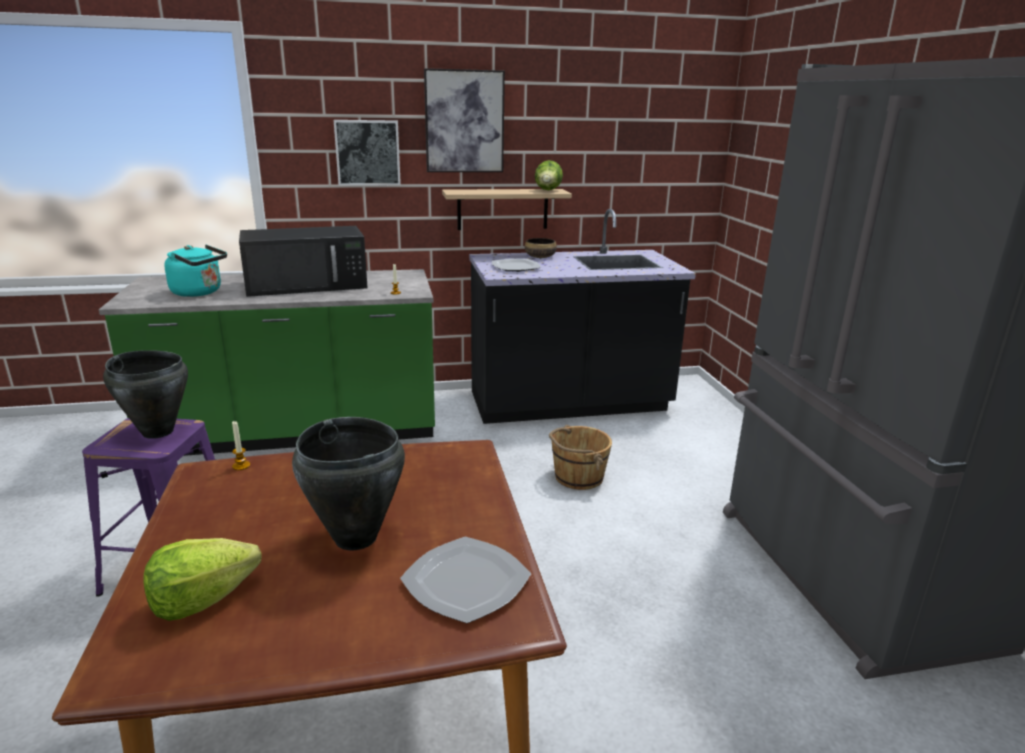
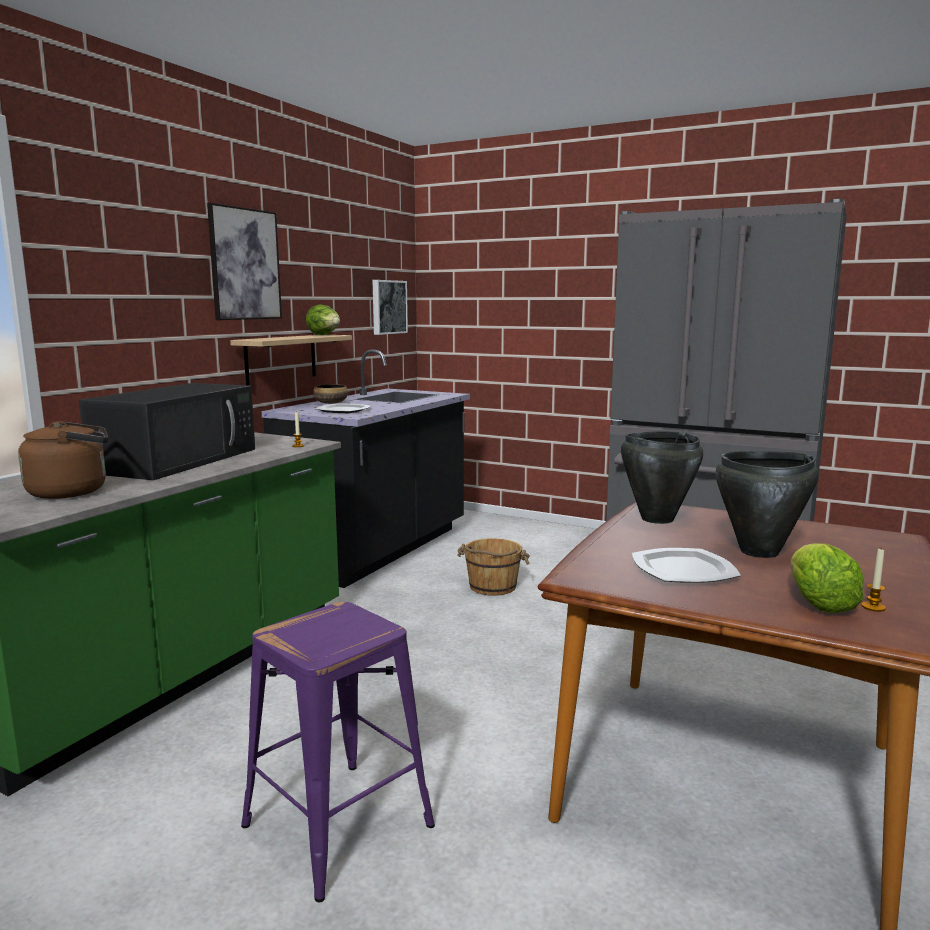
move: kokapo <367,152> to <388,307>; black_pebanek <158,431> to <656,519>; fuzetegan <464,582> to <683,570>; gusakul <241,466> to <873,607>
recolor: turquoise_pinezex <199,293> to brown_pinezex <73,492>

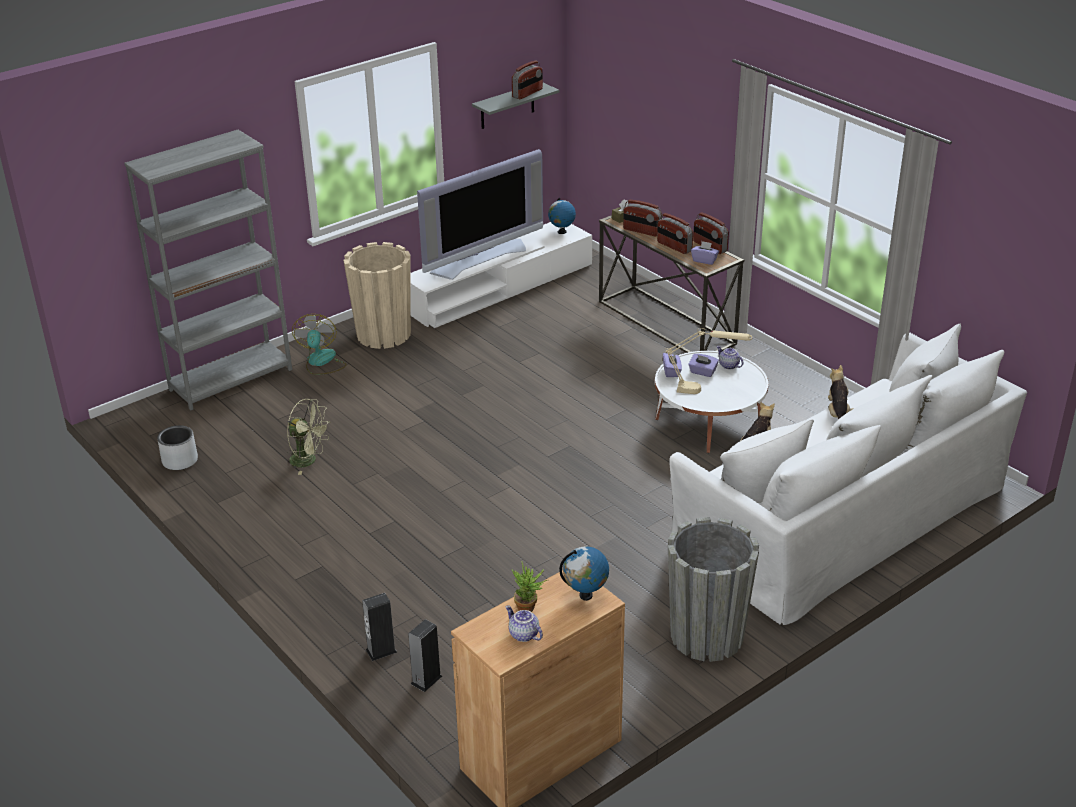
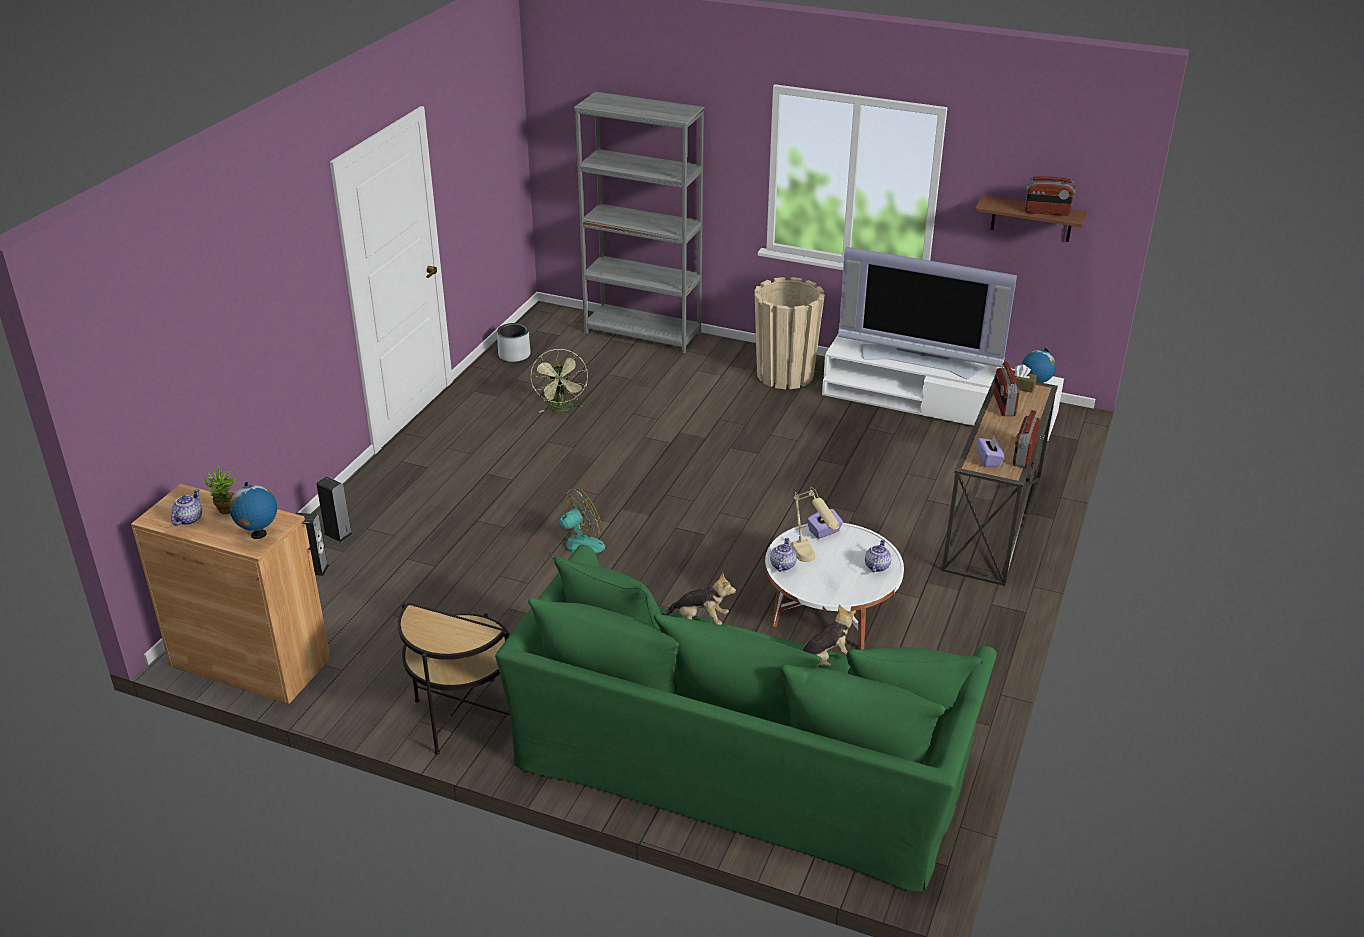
delete: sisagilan <674,247>; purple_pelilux <702,372>
insert: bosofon <782,565>
move: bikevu <321,362> to <576,549>
replace: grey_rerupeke <706,636> to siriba <465,715>
recolor: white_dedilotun <840,514> to green_dedilotun <742,757>; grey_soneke <507,106> to brown_soneke <1031,219>

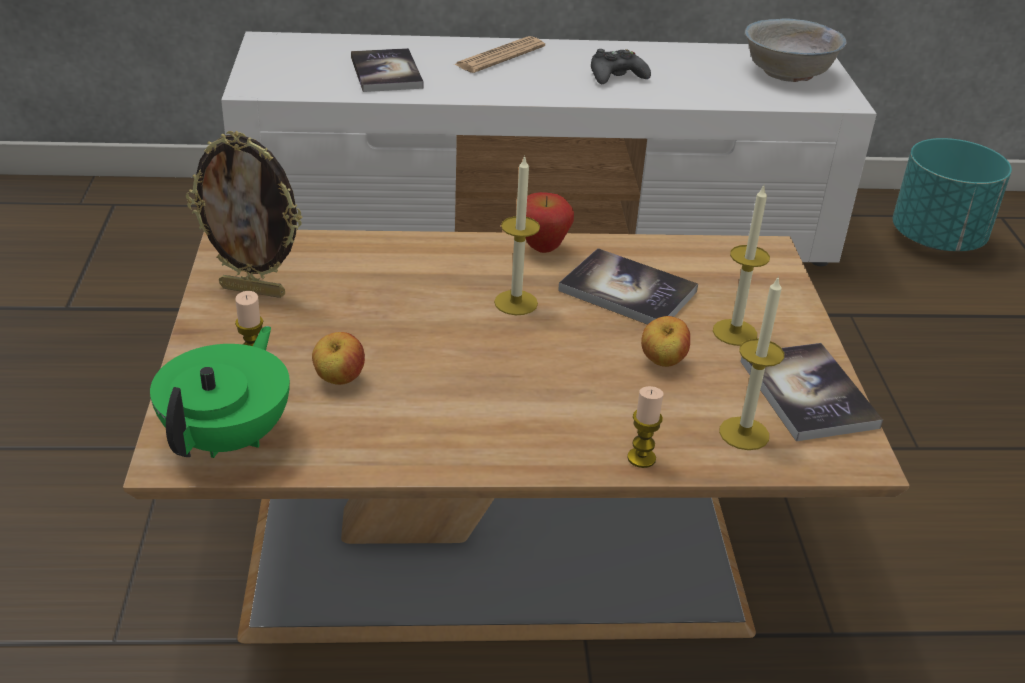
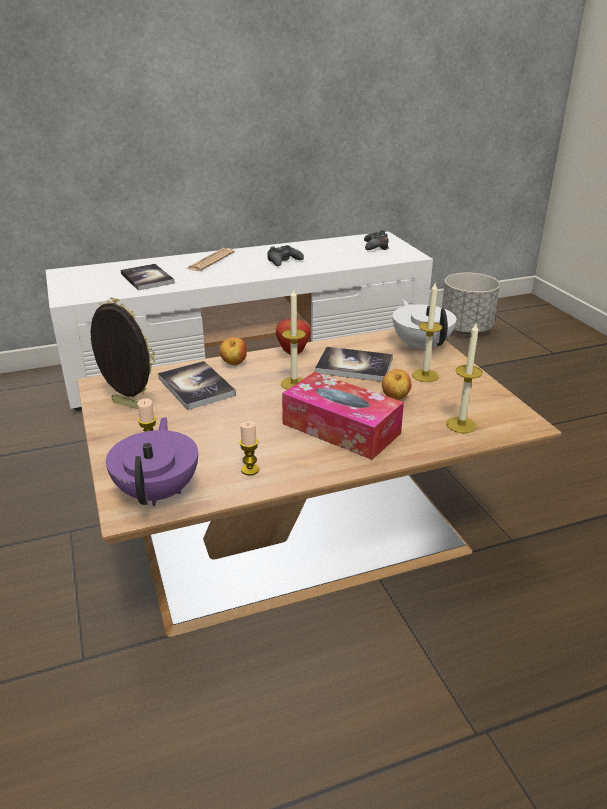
insert: pelilux <341,428>; white_bosofon <421,346>
move: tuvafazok <808,394> to <196,387>; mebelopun <339,380> to <233,364>; gusakul <641,458> to <250,470>
replace: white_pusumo <788,73> to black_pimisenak <376,246>
recolor: green_bosofon <229,437> to purple_bosofon <158,491>; turquoise_rerupeke <937,239> to grey_rerupeke <466,329>
rotate: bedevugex <254,290> = <129,407> 150 degrees counterclockwise

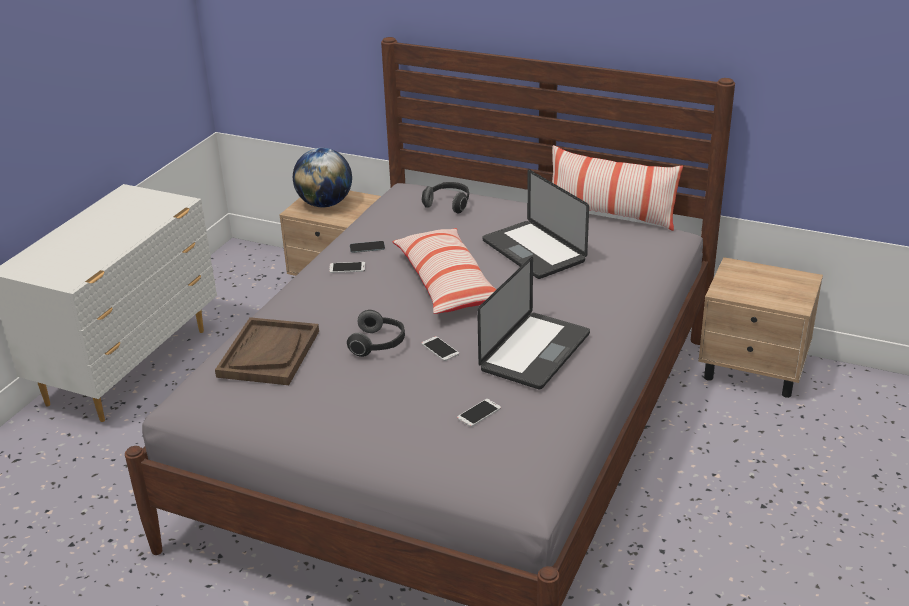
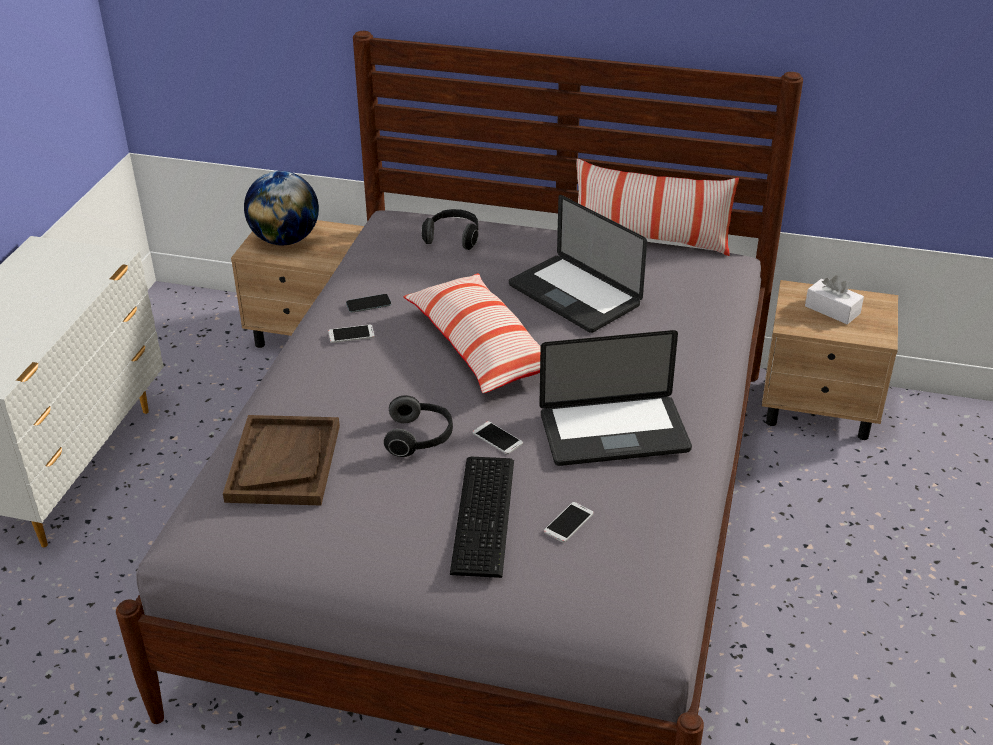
insert: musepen <486,514>; white_pelilux <832,310>
rotate: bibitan <535,352> = <614,433> 60 degrees clockwise

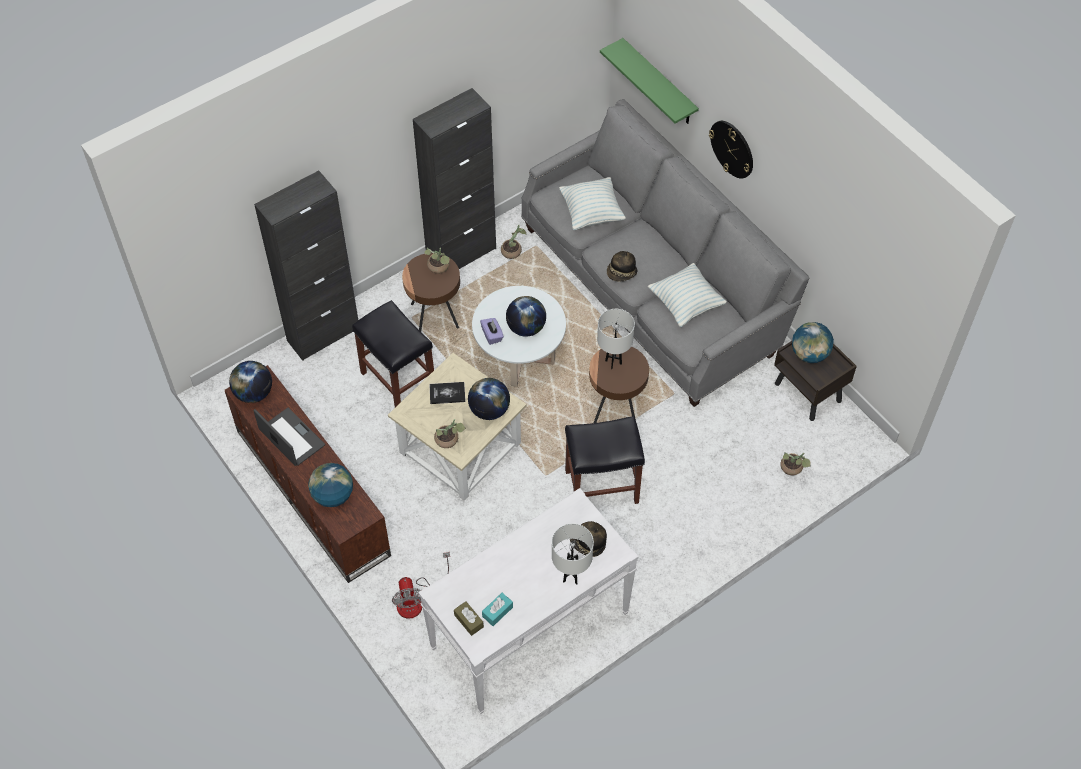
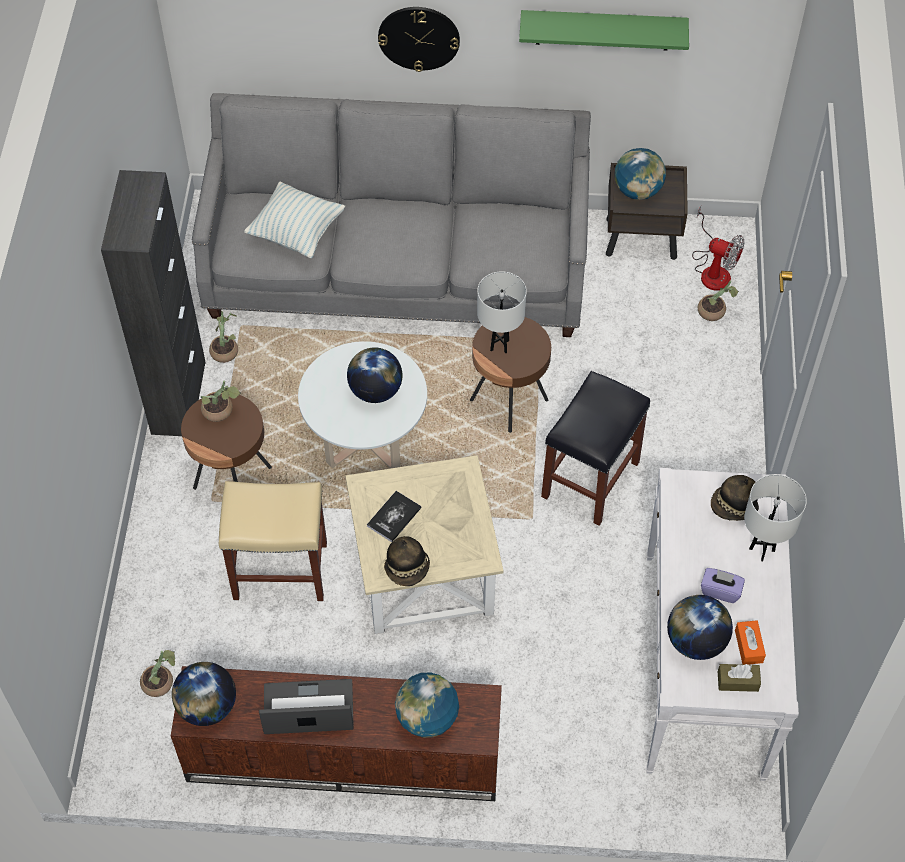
delete: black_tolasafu <323,334>; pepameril <685,304>
move: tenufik <449,440> to <161,682>; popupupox <621,273> to <408,568>; green_soneke <659,83> to <603,30>; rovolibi <489,410> to <695,641>; bikevu <416,599> to <712,270>; purple_pelilux <492,335> to <720,590>
recolor: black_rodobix <397,380> to beige_rodobix <279,571>; turquoise_pelilux <497,612> to orange_pelilux <748,646>

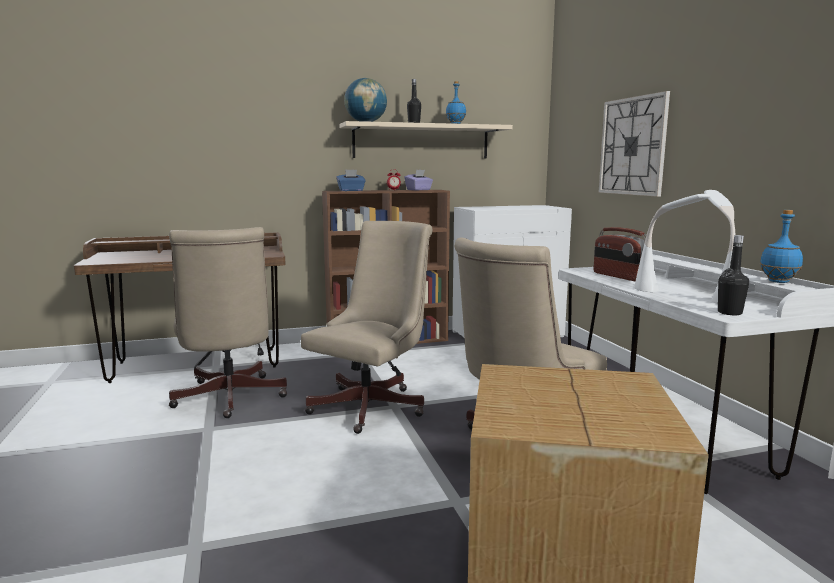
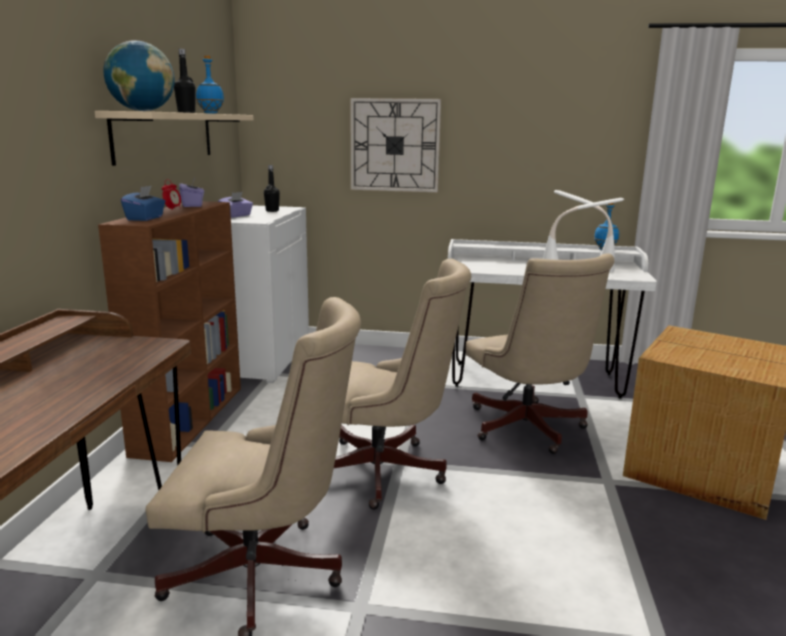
delete: sisagilan <619,276>
insert: purple_pelilux <236,215>
move: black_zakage <729,313> to <272,211>
rotate: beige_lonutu <373,405> = <386,473> 135 degrees clockwise

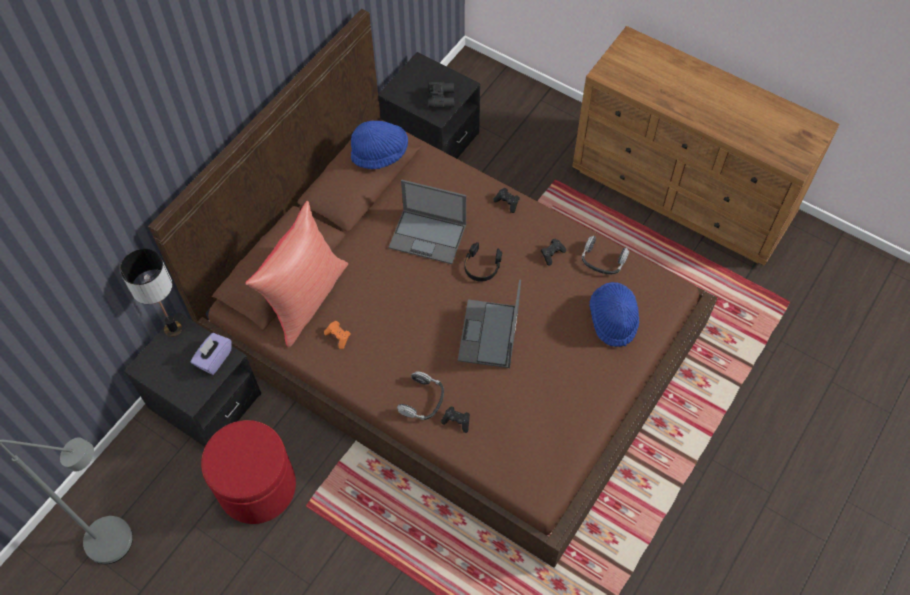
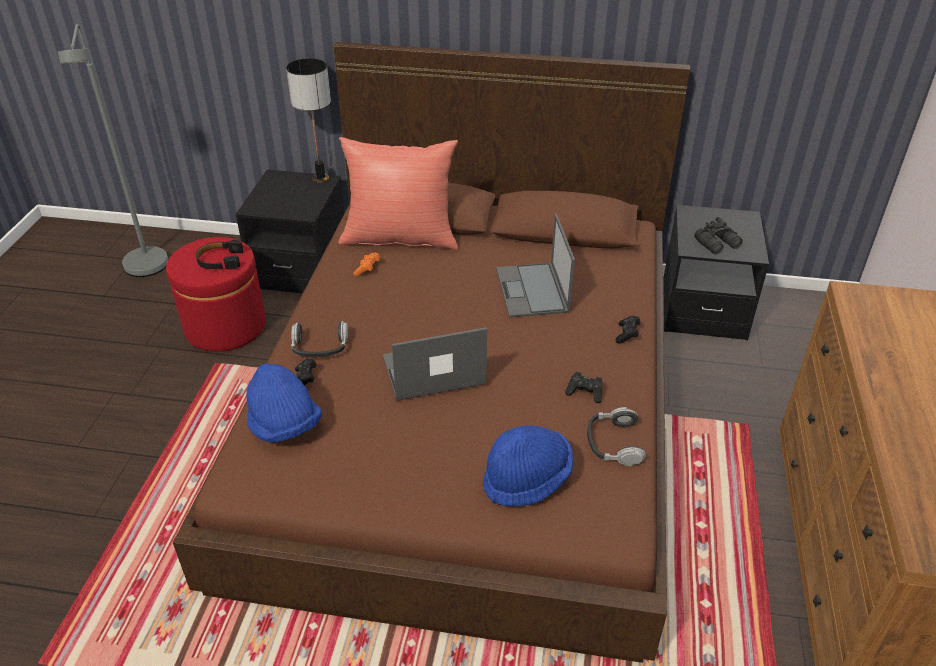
delete: purple_pelilux <214,359>
move: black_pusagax <482,266> to <220,261>; blue_popupupox <380,154> to <284,426>

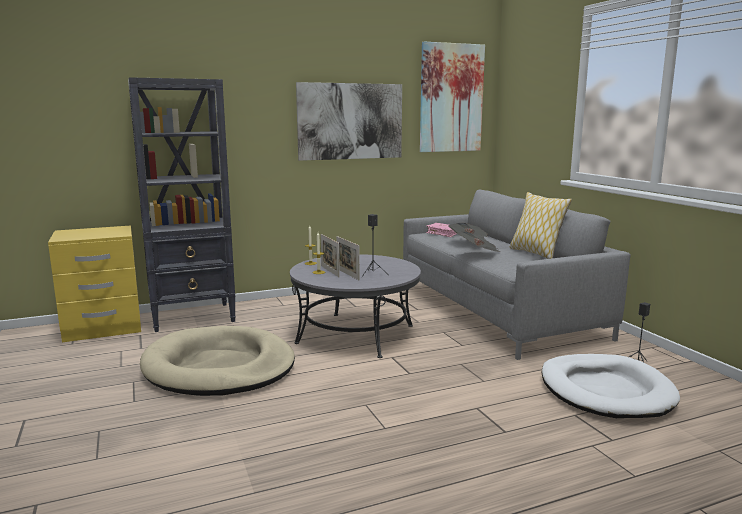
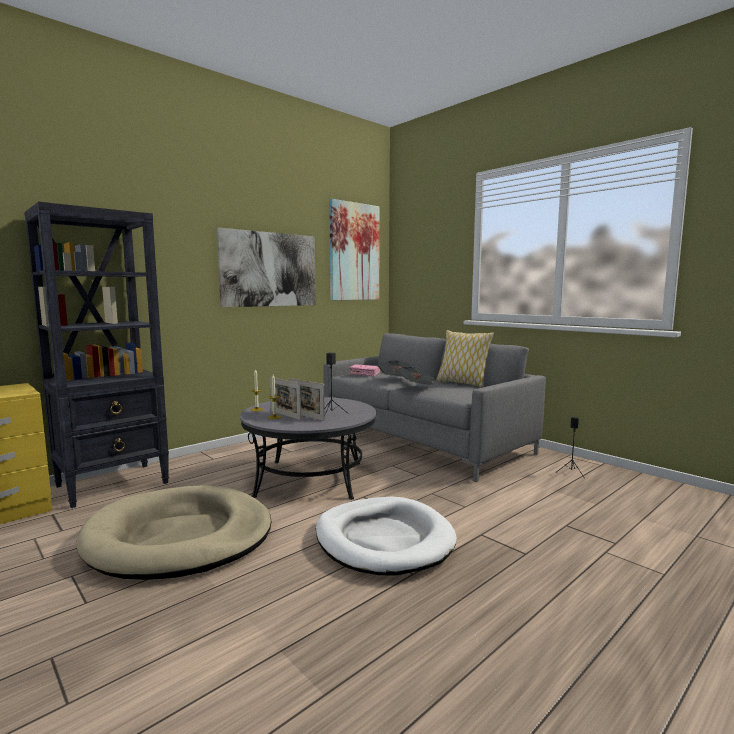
move: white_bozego <605,390> to <383,540>

